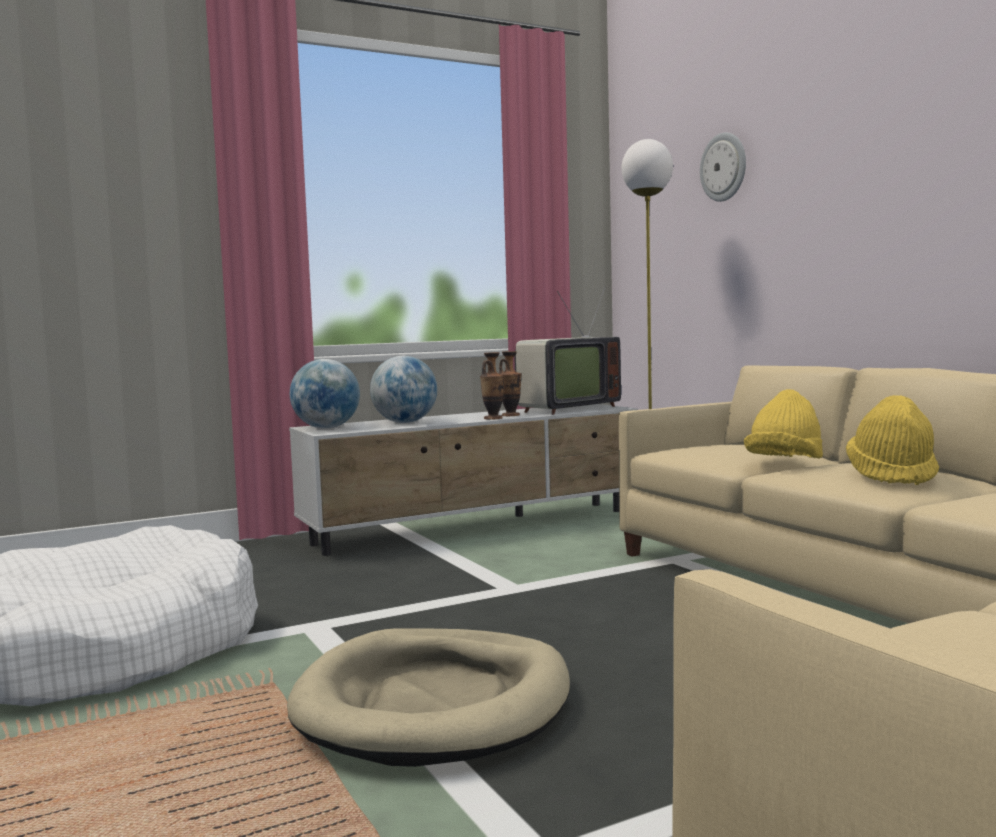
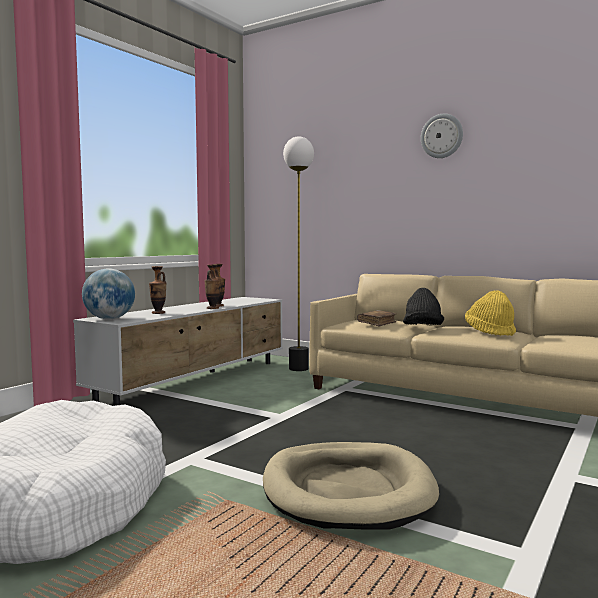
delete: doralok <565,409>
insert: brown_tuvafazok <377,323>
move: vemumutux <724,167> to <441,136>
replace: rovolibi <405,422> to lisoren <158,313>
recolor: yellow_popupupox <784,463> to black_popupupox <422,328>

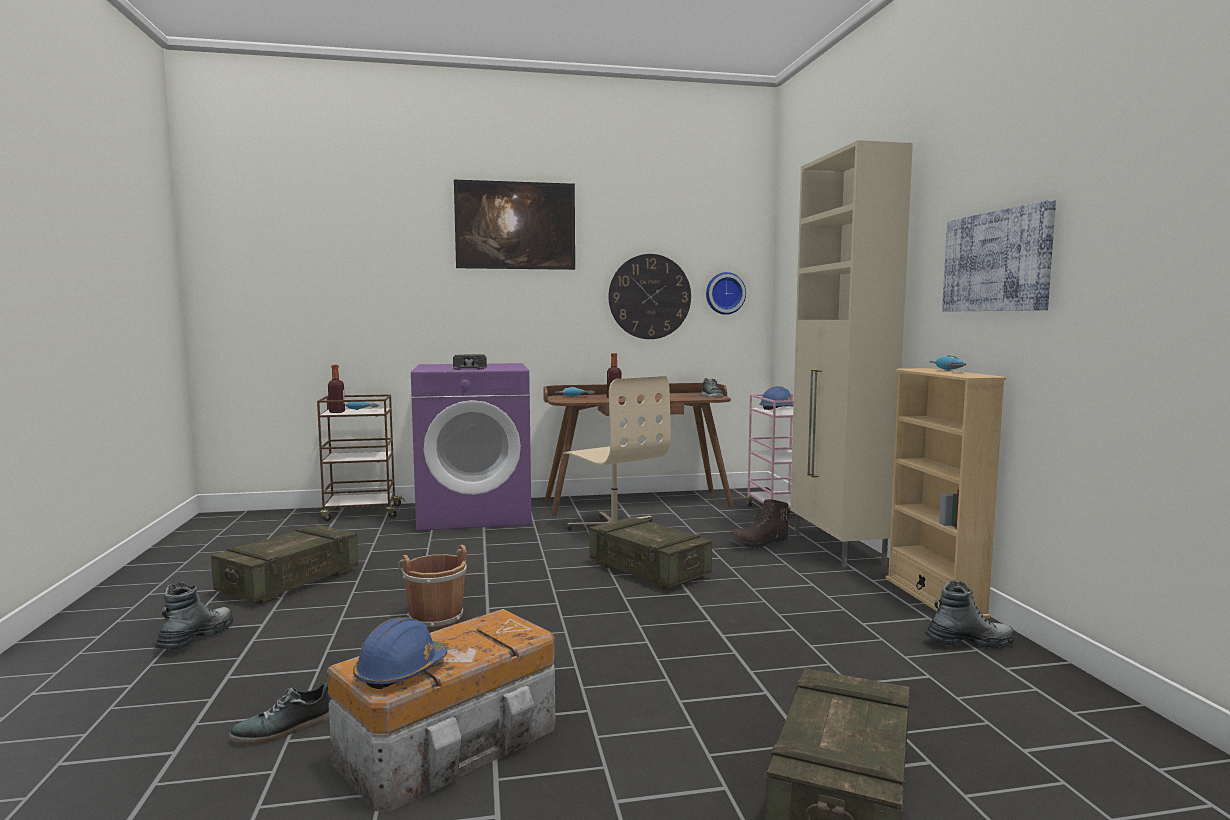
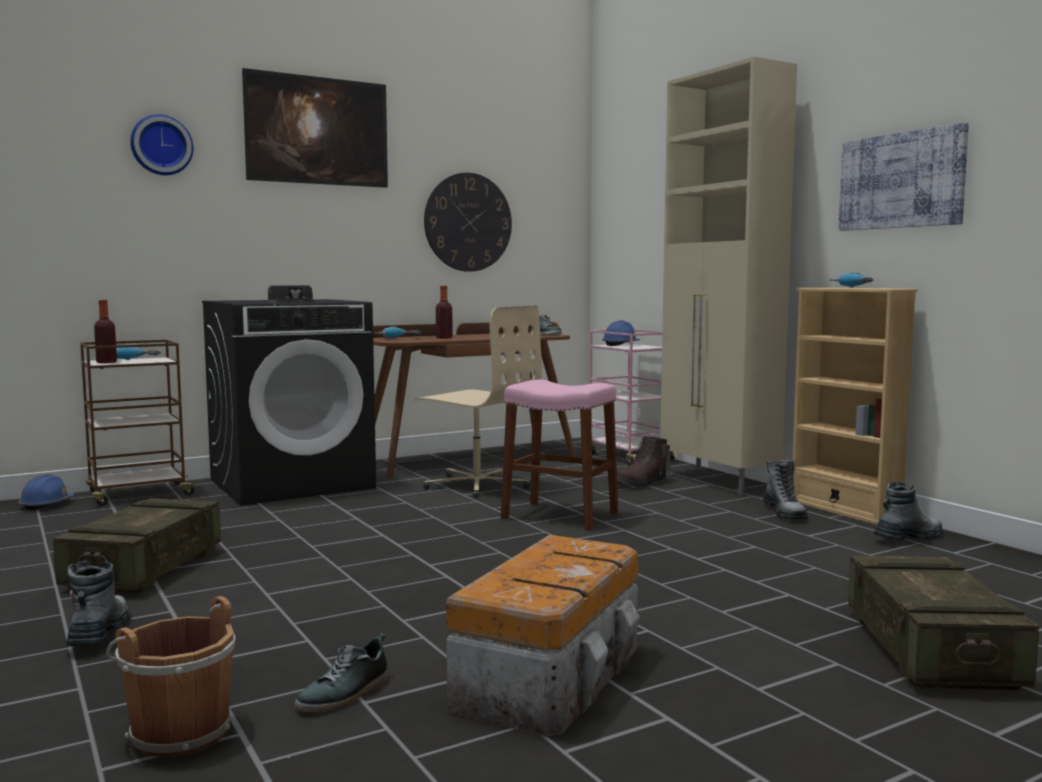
insert: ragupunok <785,513>
move: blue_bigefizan <401,671> to <46,505>; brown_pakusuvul <435,618> to <177,732>; vemumutux <724,293> to <161,145>
replace: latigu <648,571> to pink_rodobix <560,516>
recolor: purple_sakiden <475,514> to black_sakiden <292,483>

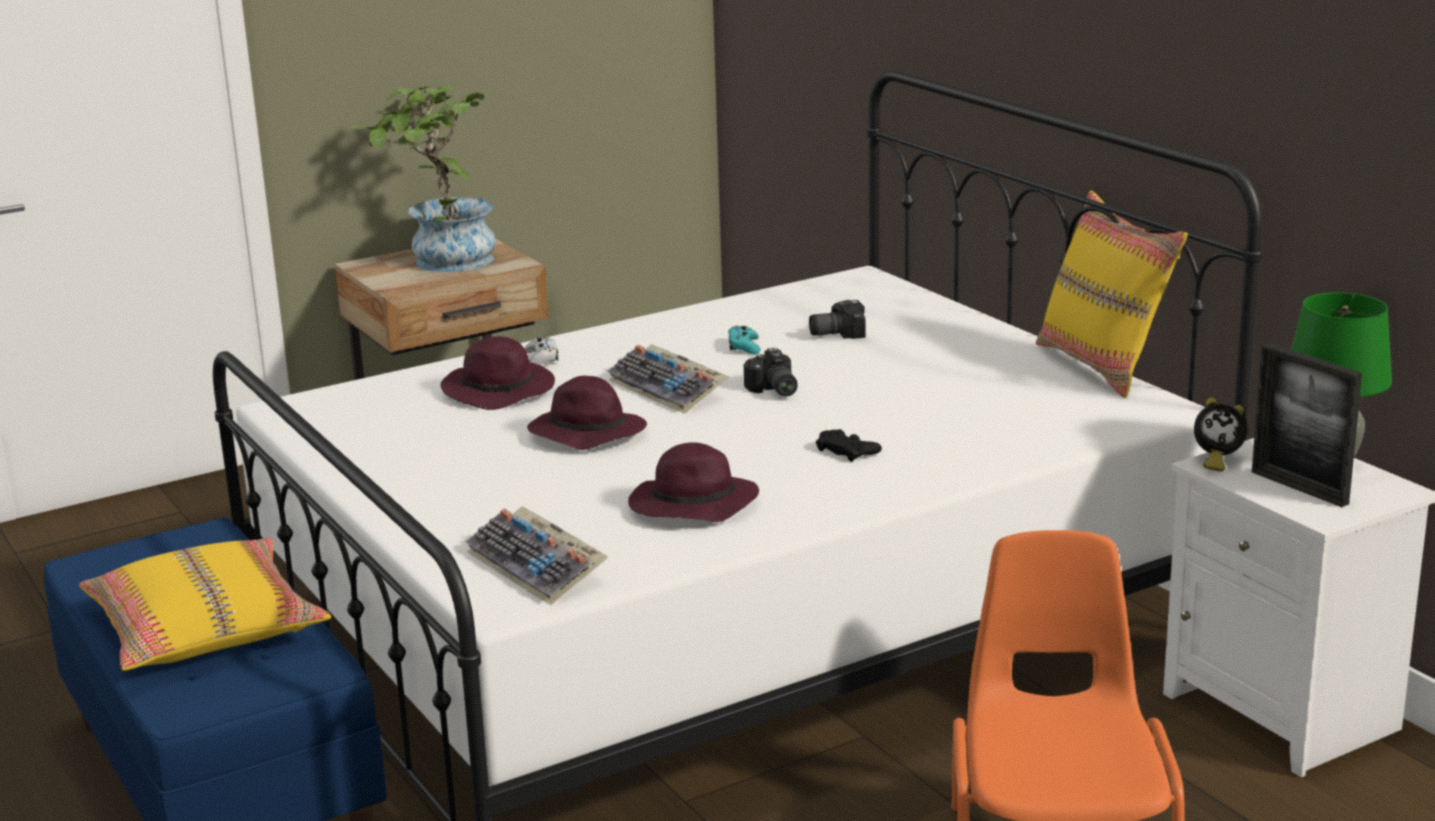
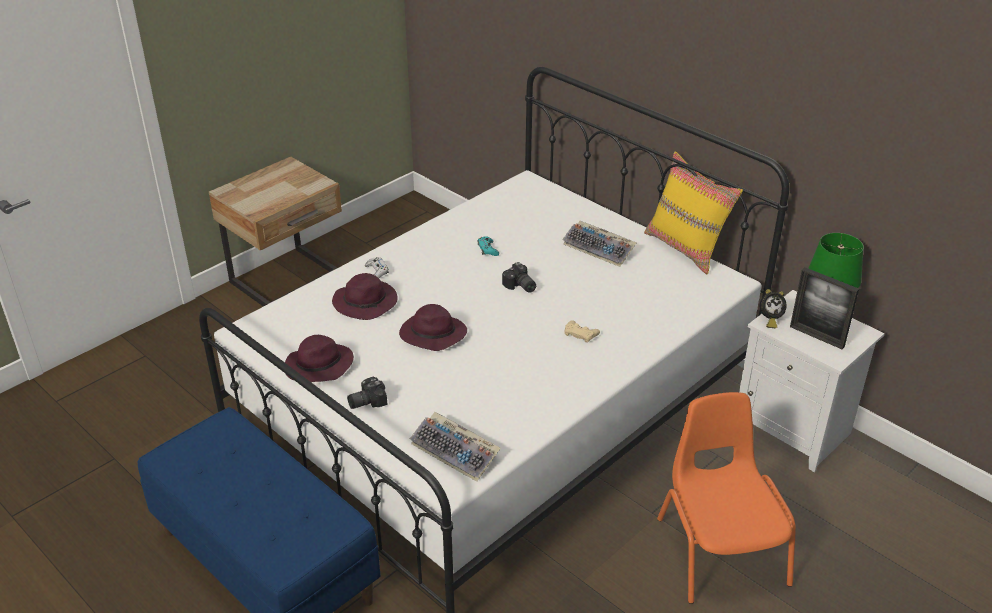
delete: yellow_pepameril <206,629>; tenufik <442,262>
move: purple_popupupox <691,506> to <318,367>; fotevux <835,333> to <366,401>; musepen <669,389> to <600,248>
recolor: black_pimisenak <847,451> to beige_pimisenak <580,334>

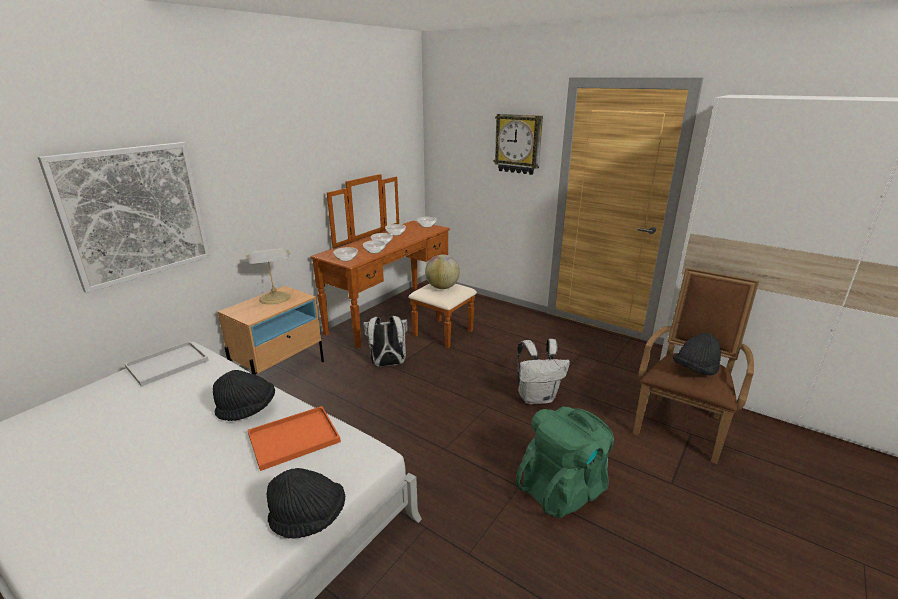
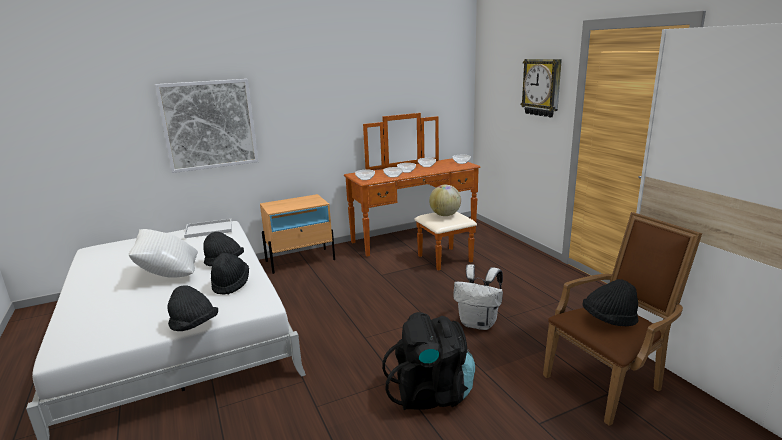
delete: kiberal <275,298>; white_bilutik <387,364>
insert: white_pepameril <169,274>
replace: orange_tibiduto <292,439> to black_popupupox <231,284>
recolor: green_bilutik <564,489> to black_bilutik <431,393>

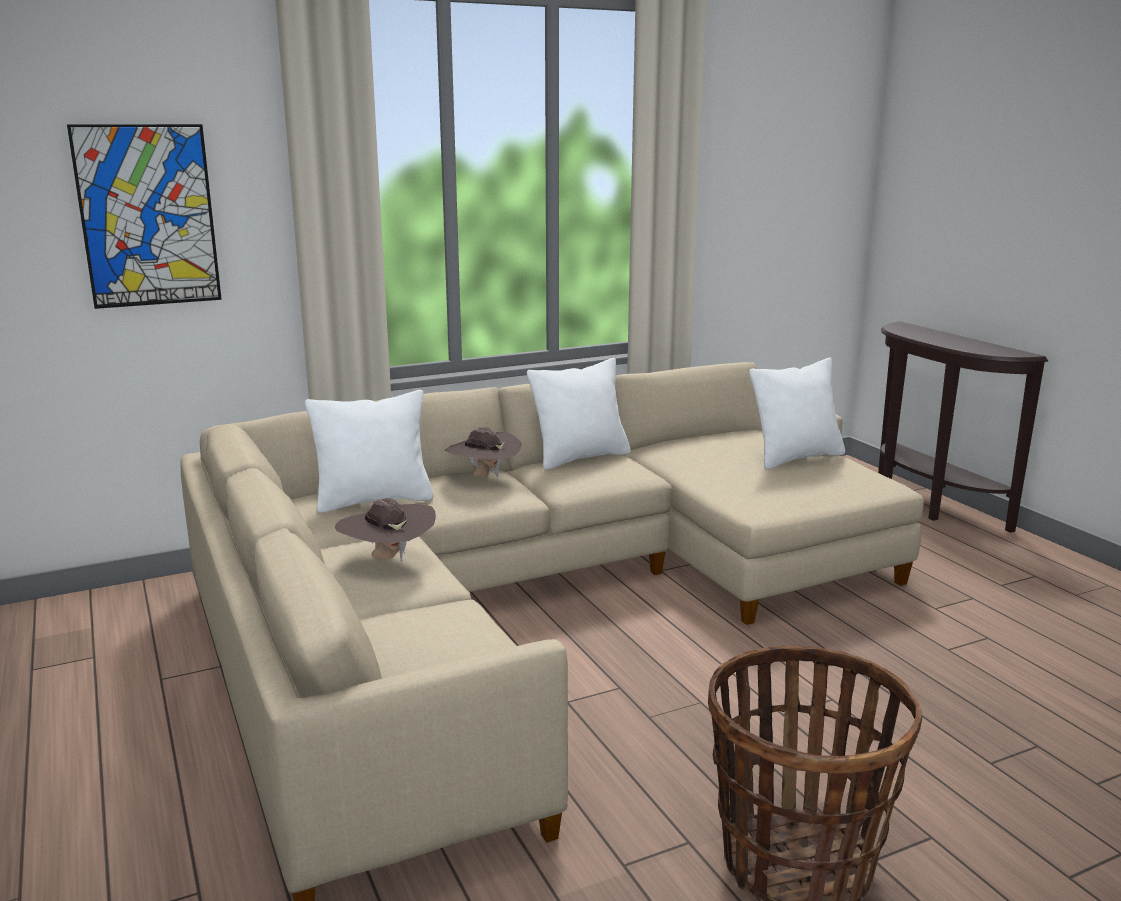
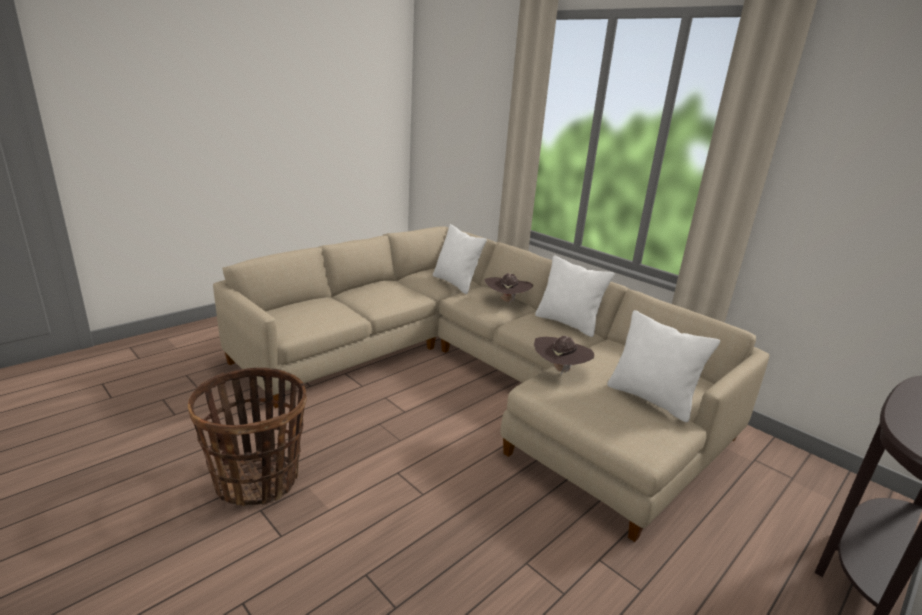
delete: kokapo <148,216>
move: brown_popupupox <388,558> to <560,370>

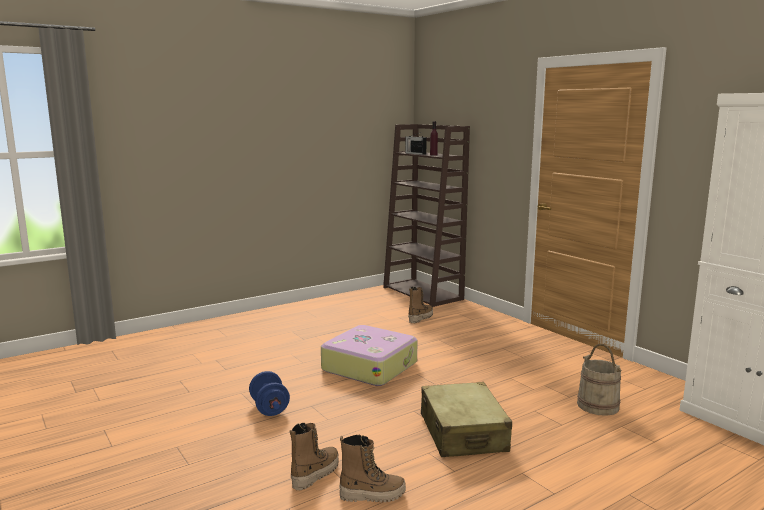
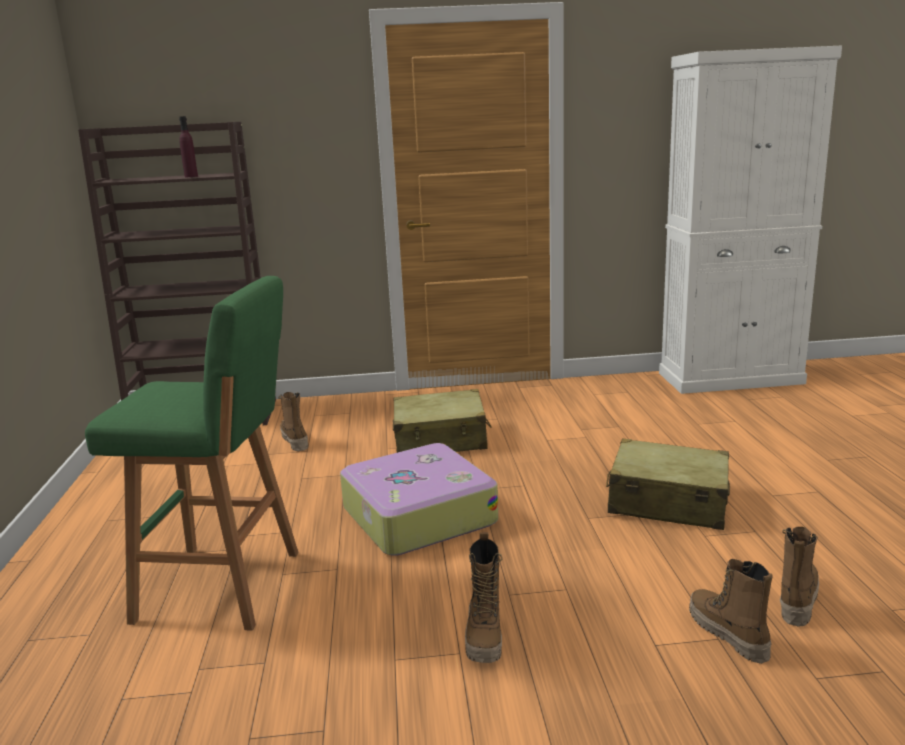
delete: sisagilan <415,153>; beige_pakusuvul <598,405>
insert: green_rodobix <225,586>; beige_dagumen <440,439>
replace: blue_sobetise <269,408> to ragupunok <485,637>

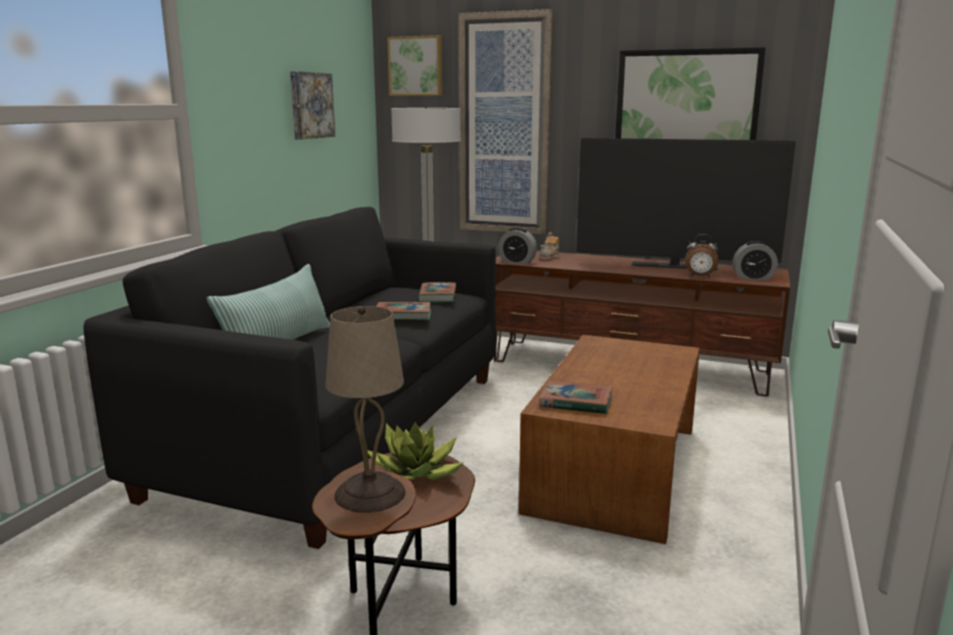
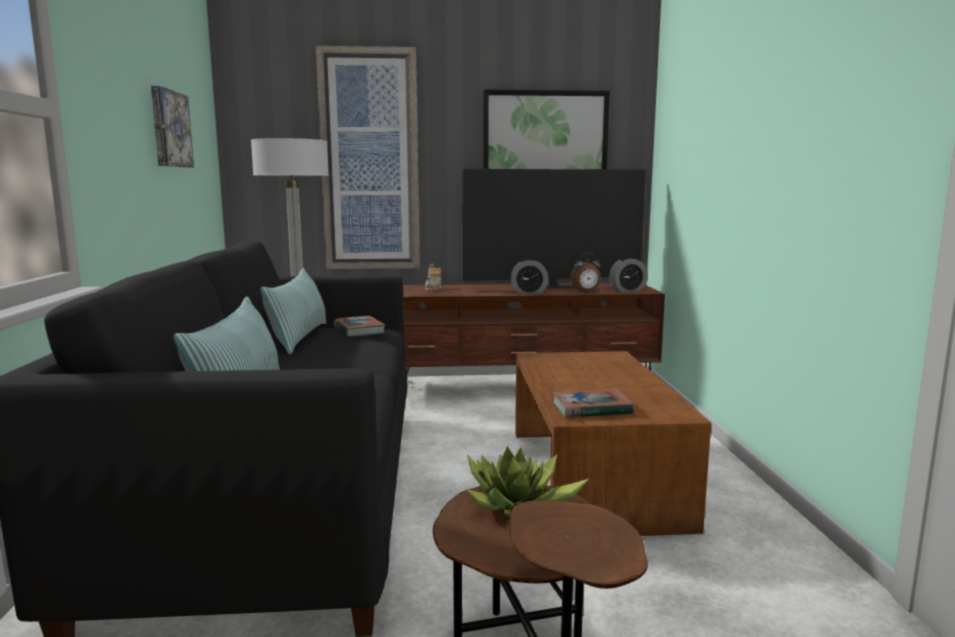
delete: beige_kiberal <368,493>; tuvafazok <403,315>; kokapo <416,66>
insert: pepameril <299,337>
move: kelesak <517,261> to <529,292>

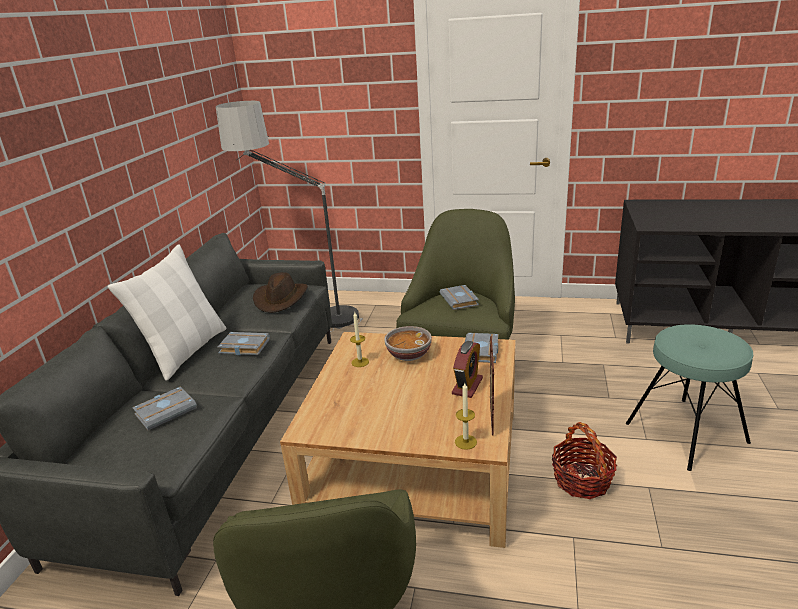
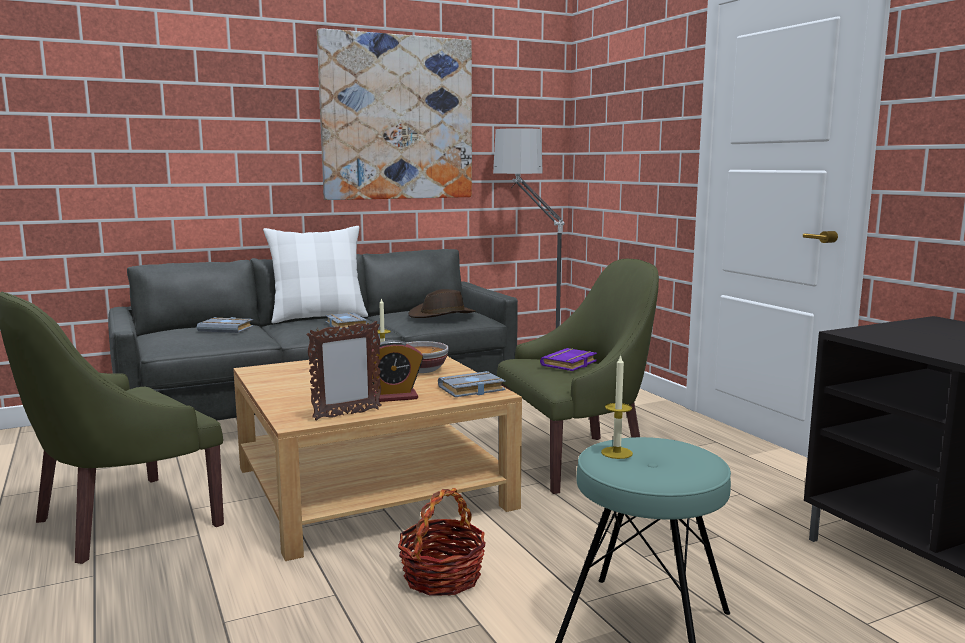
insert: kokapo <397,118>
move: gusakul <465,442> to <616,453>
recolor: grey_tuvafazok <460,300> to purple_tuvafazok <570,364>

